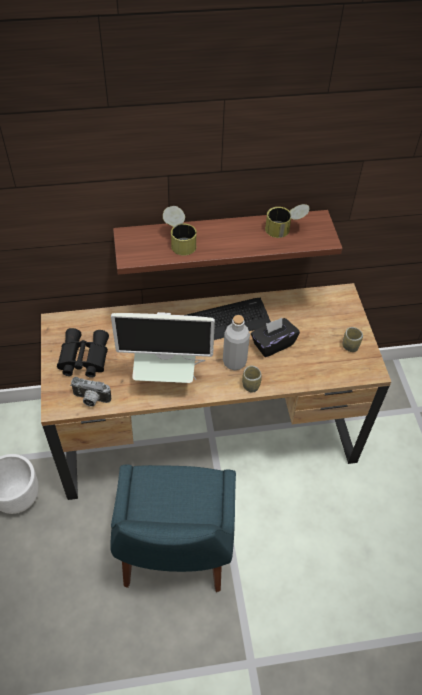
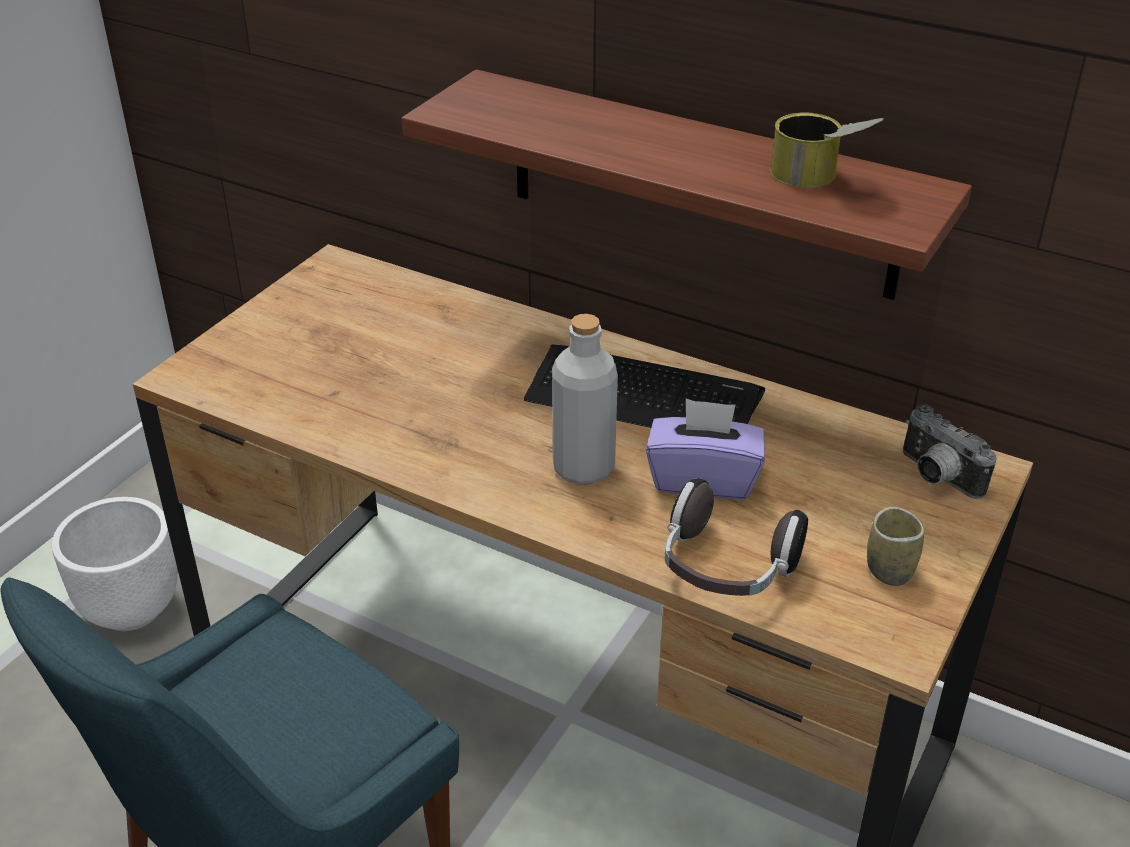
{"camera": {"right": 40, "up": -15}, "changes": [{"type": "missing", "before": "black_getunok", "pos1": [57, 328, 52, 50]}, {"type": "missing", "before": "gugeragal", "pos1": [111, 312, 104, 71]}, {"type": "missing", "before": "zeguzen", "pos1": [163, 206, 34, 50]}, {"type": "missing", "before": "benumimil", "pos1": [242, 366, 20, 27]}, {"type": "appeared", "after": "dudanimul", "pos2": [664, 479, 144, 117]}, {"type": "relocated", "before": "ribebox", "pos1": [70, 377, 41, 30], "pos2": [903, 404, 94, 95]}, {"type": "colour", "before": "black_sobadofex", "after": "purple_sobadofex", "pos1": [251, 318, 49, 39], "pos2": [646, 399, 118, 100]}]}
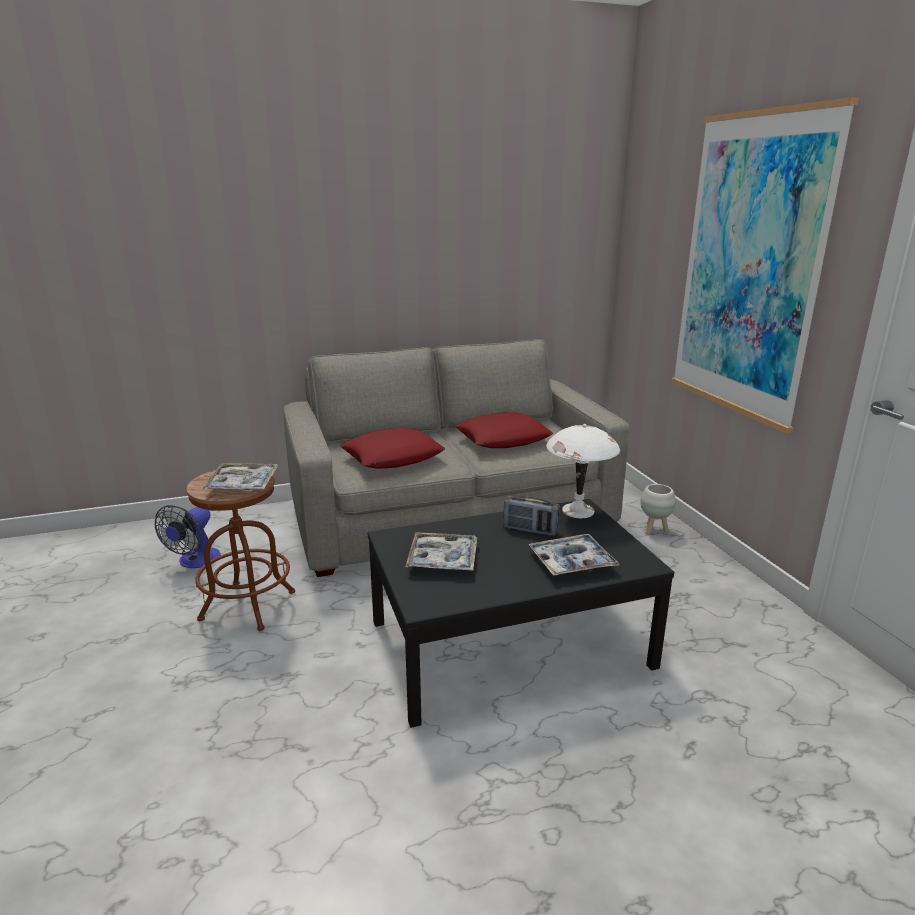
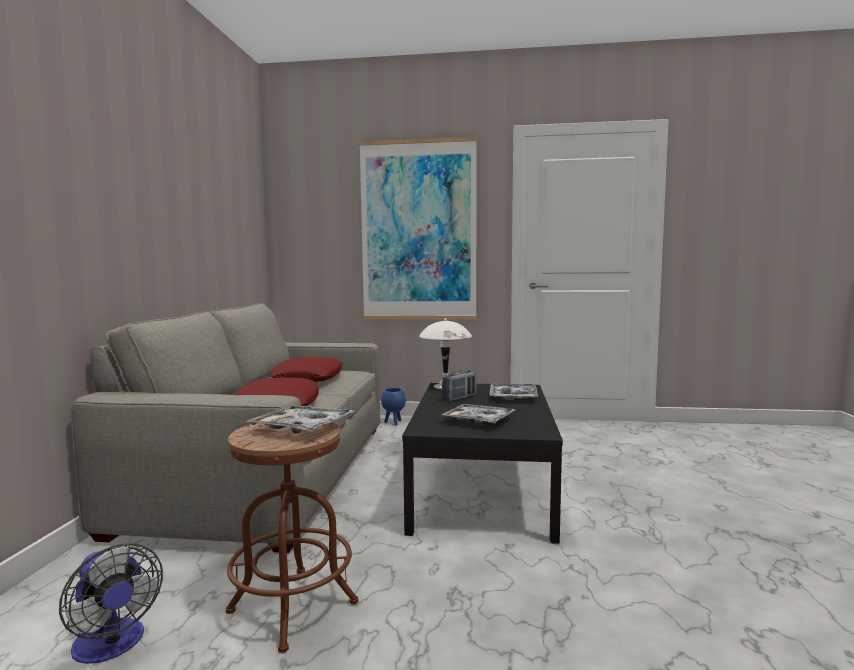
{"camera": {"right": -65, "up": -15}, "changes": [{"type": "colour", "before": "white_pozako", "after": "blue_pozako", "pos1": [641, 484, 35, 51], "pos2": [381, 388, 25, 37]}]}
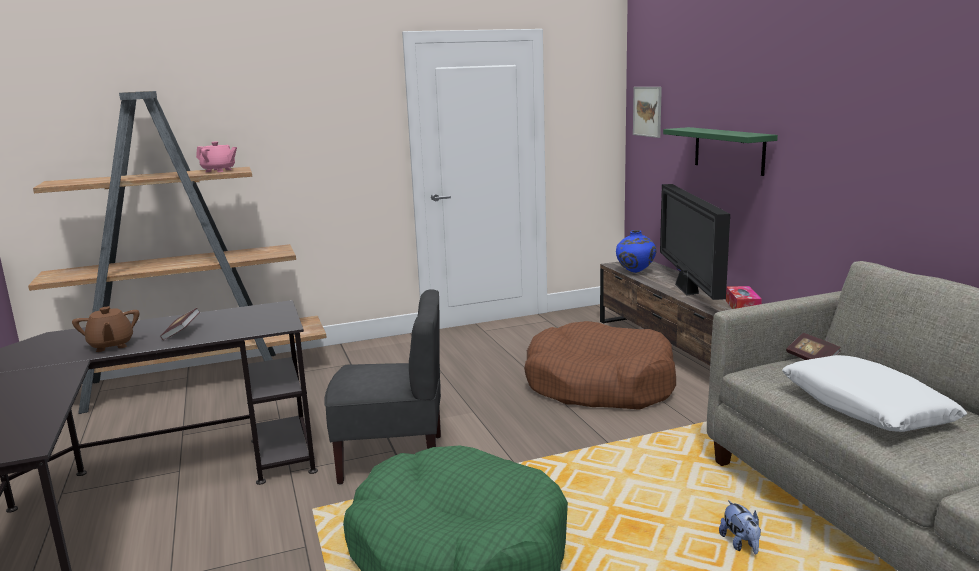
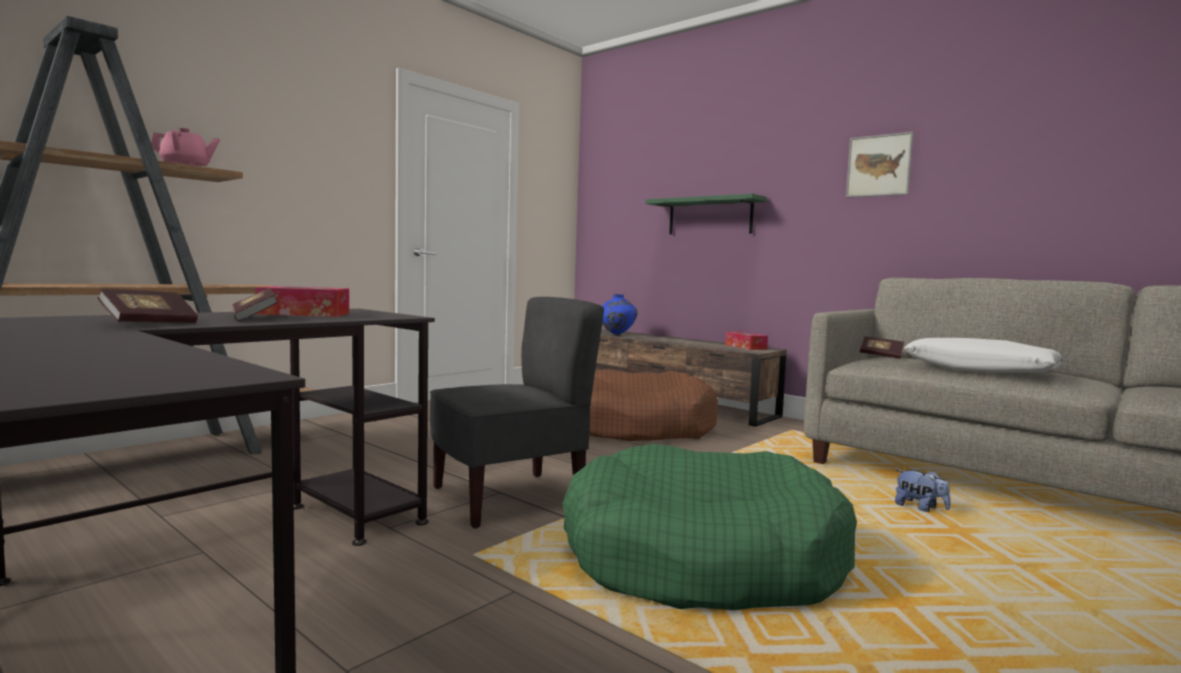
{"camera": {"right": -30, "up": -10}, "changes": [{"type": "missing", "before": "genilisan", "pos1": [660, 184, 70, 116]}, {"type": "appeared", "after": "sobadofex", "pos2": [255, 286, 94, 31]}, {"type": "relocated", "before": "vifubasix", "pos1": [633, 87, 29, 51], "pos2": [846, 132, 68, 65]}, {"type": "exchanged", "before": "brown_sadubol", "after": "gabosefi", "pos1": [72, 306, 67, 46], "pos2": [97, 289, 101, 34]}]}
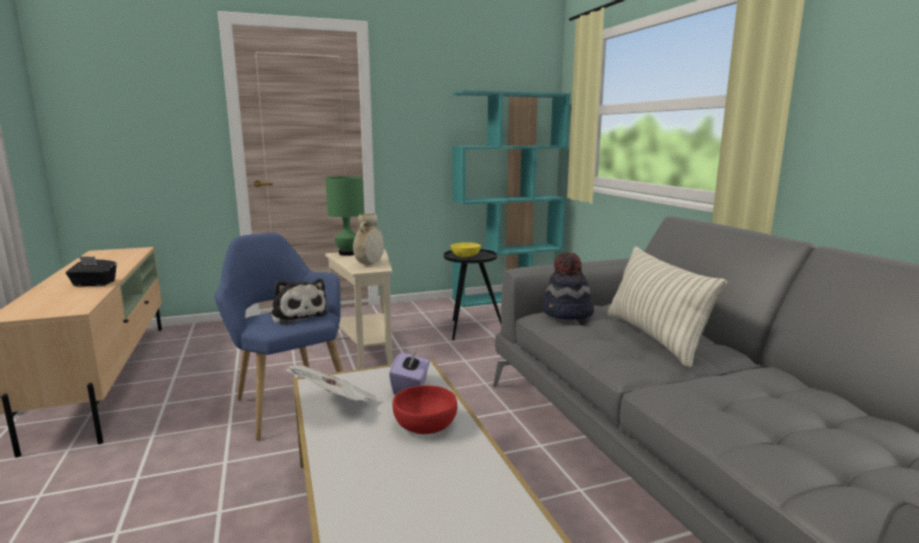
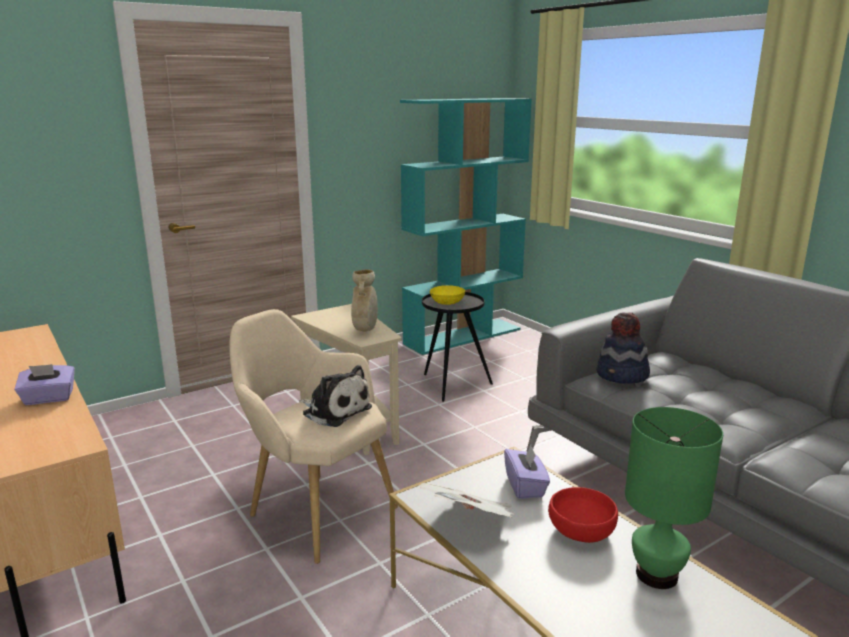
{"camera": {"right": -15, "up": 5}, "changes": [{"type": "missing", "before": "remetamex", "pos1": [607, 246, 120, 122]}, {"type": "relocated", "before": "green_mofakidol", "pos1": [326, 176, 38, 80], "pos2": [625, 407, 98, 182]}, {"type": "colour", "before": "black_sobadofex", "after": "purple_sobadofex", "pos1": [66, 256, 51, 30], "pos2": [15, 364, 60, 41]}, {"type": "colour", "before": "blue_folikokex", "after": "beige_folikokex", "pos1": [215, 233, 128, 207], "pos2": [230, 309, 168, 255]}]}
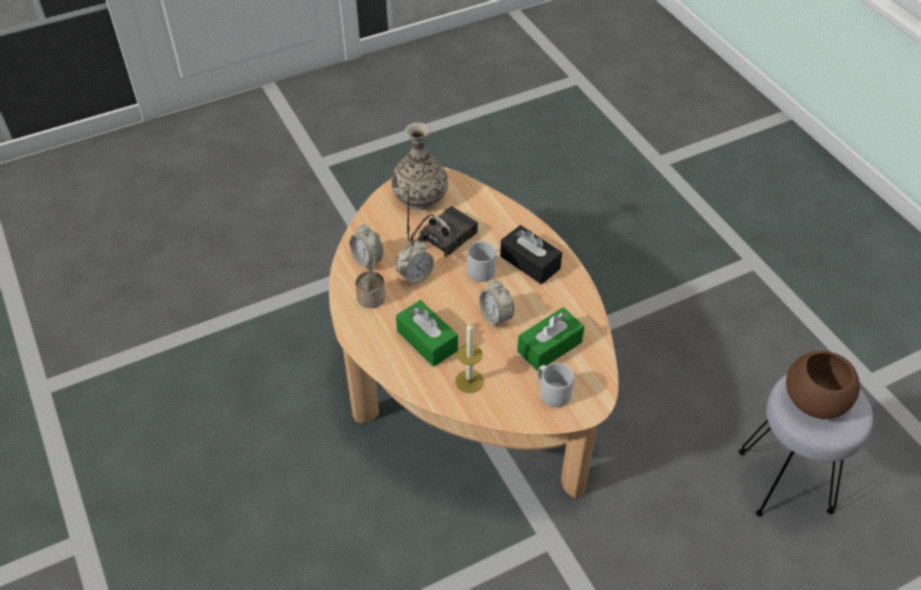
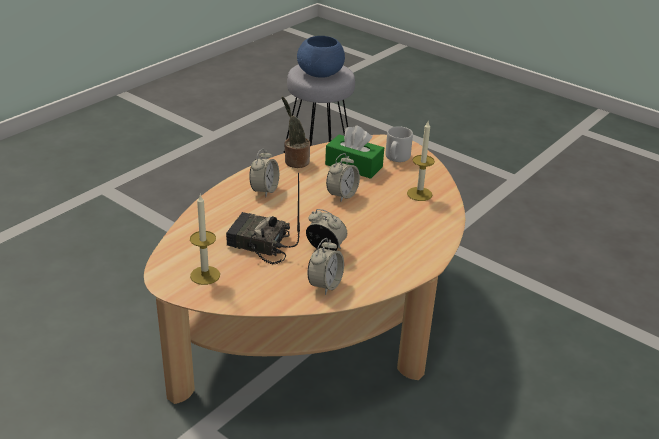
{"camera": {"right": -115, "up": -15}, "changes": [{"type": "missing", "before": "green_sobadofex", "pos1": [396, 300, 62, 67]}, {"type": "missing", "before": "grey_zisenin", "pos1": [467, 241, 29, 41]}, {"type": "relocated", "before": "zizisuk", "pos1": [355, 233, 30, 75], "pos2": [282, 97, 28, 71]}, {"type": "exchanged", "before": "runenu", "after": "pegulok", "pos1": [391, 122, 57, 88], "pos2": [190, 195, 30, 90]}, {"type": "exchanged", "before": "black_sobadofex", "after": "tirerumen", "pos1": [500, 225, 62, 59], "pos2": [249, 149, 30, 48]}, {"type": "colour", "before": "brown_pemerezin", "after": "blue_pemerezin", "pos1": [786, 351, 74, 68], "pos2": [297, 36, 48, 42]}]}
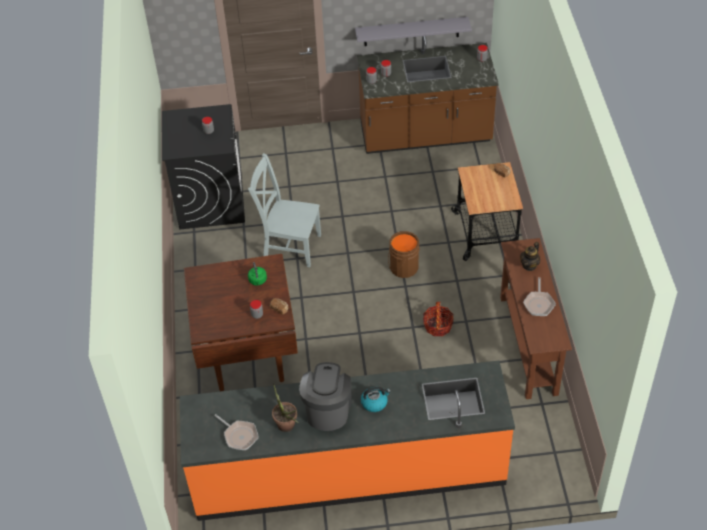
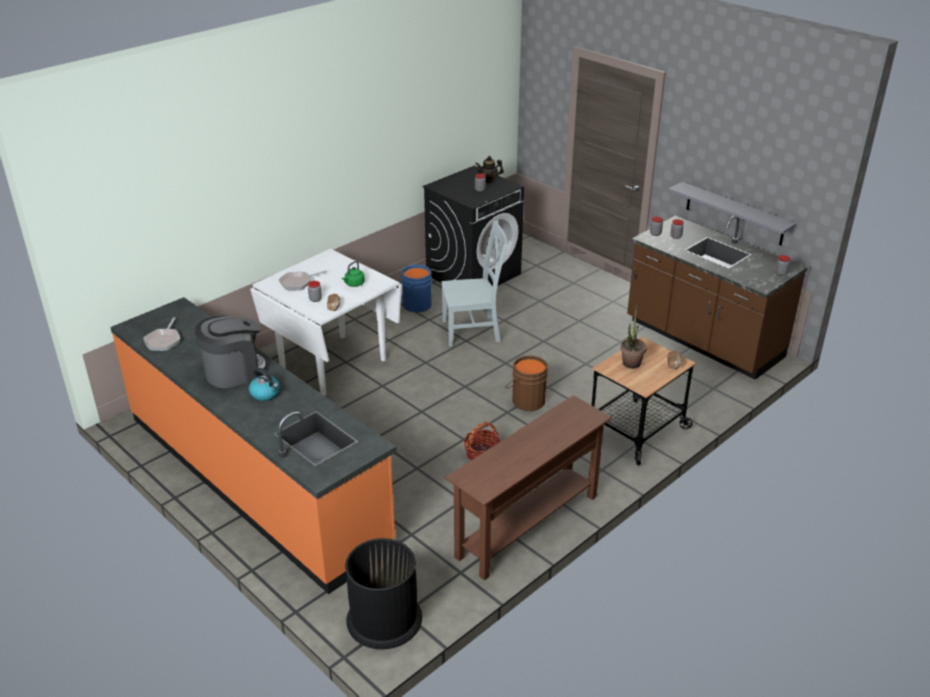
{"camera": {"right": 50, "up": -15}, "changes": [{"type": "appeared", "after": "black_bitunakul", "pos2": [345, 538, 77, 111]}, {"type": "appeared", "after": "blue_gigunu", "pos2": [401, 265, 31, 48]}, {"type": "relocated", "before": "zizisuk", "pos1": [272, 384, 27, 48], "pos2": [620, 304, 27, 65]}, {"type": "relocated", "before": "sadubol", "pos1": [520, 242, 20, 29], "pos2": [475, 156, 29, 27]}, {"type": "relocated", "before": "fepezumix", "pos1": [523, 277, 33, 39], "pos2": [278, 270, 49, 20]}, {"type": "colour", "before": "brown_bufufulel", "after": "white_bufufulel", "pos1": [184, 254, 114, 137], "pos2": [250, 249, 152, 147]}, {"type": "spun", "before": "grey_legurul", "pos1": [248, 153, 73, 114], "pos2": [441, 220, 68, 126], "turn": 105}]}
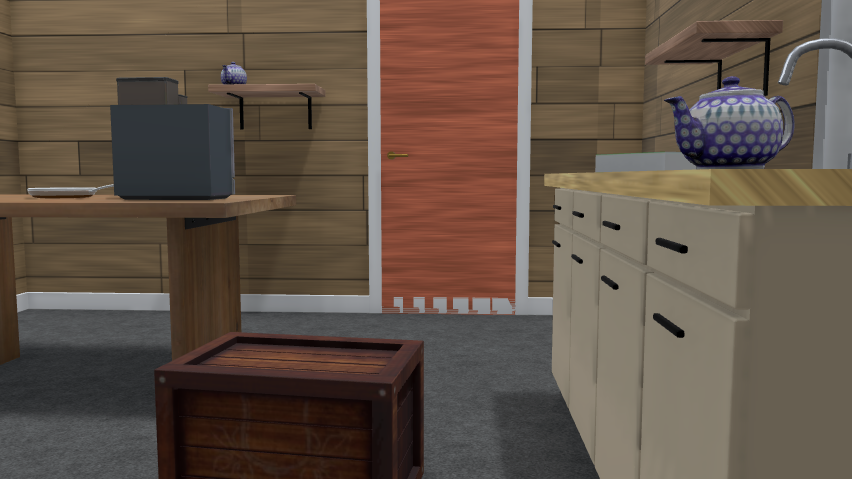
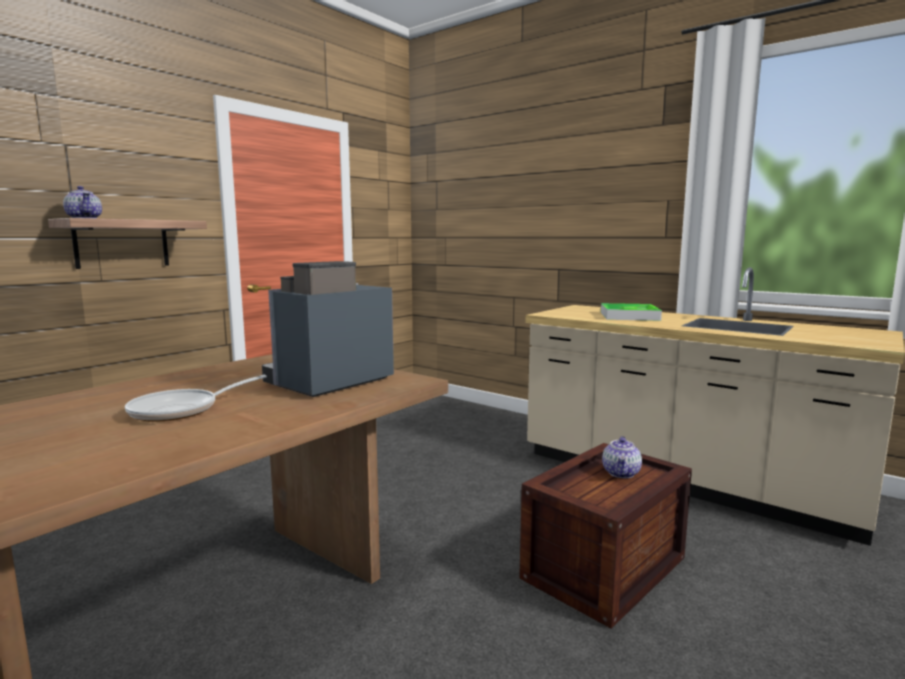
{"camera": {"right": -55, "up": 5}, "changes": [{"type": "missing", "before": "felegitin", "pos1": [645, 20, 138, 76]}, {"type": "relocated", "before": "sadubol", "pos1": [664, 76, 130, 93], "pos2": [602, 436, 40, 42]}]}
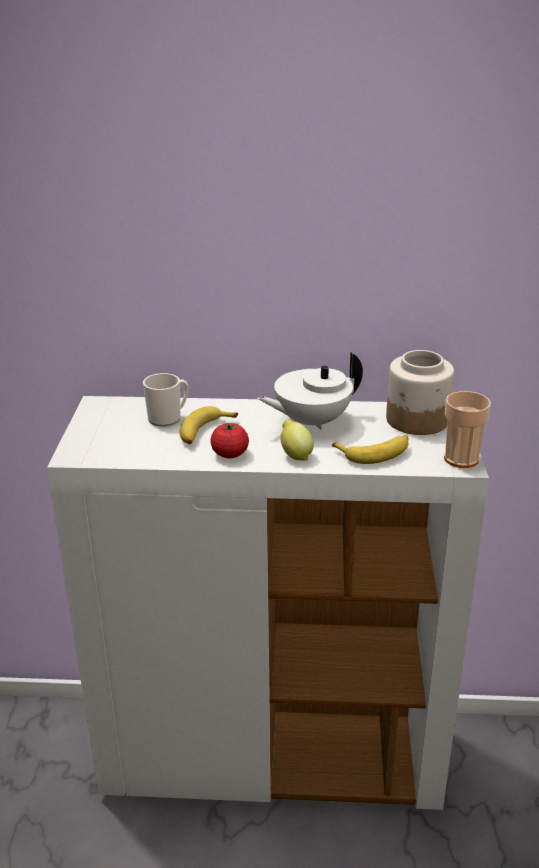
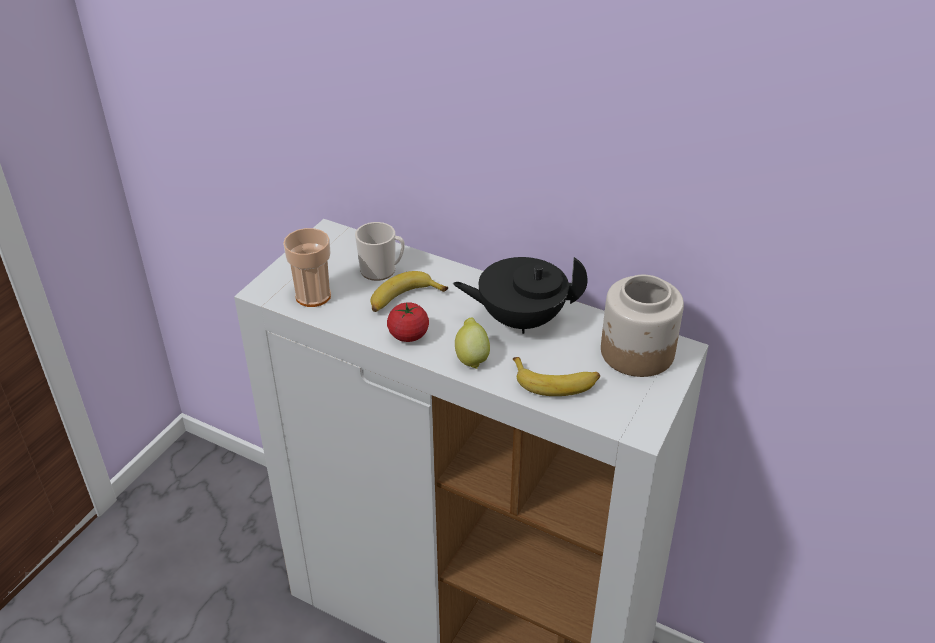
{"camera": {"right": 25, "up": 10}, "changes": [{"type": "relocated", "before": "benumimil", "pos1": [444, 391, 47, 77], "pos2": [283, 228, 48, 79]}, {"type": "colour", "before": "white_sadubol", "after": "black_sadubol", "pos1": [257, 352, 106, 78], "pos2": [453, 257, 135, 77]}]}
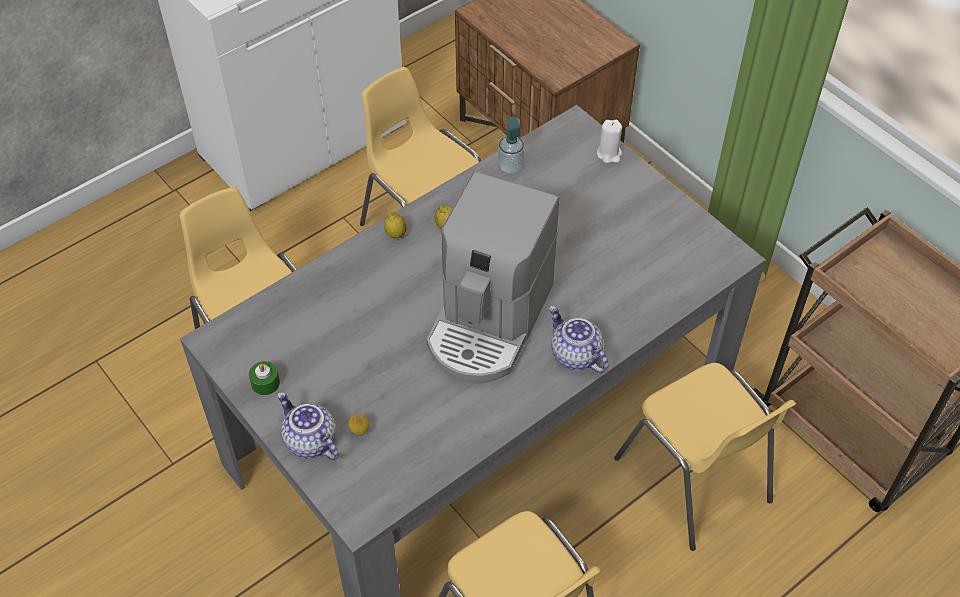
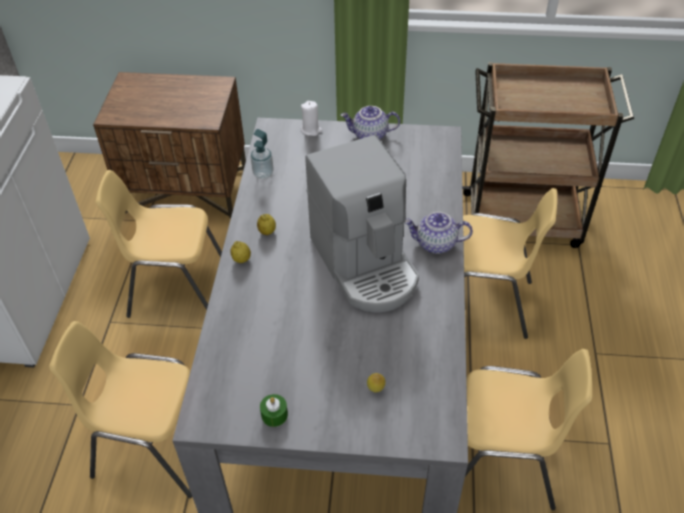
{"camera": {"right": -45, "up": -5}, "changes": [{"type": "relocated", "before": "sadubol", "pos1": [277, 392, 62, 68], "pos2": [341, 106, 59, 33]}]}
